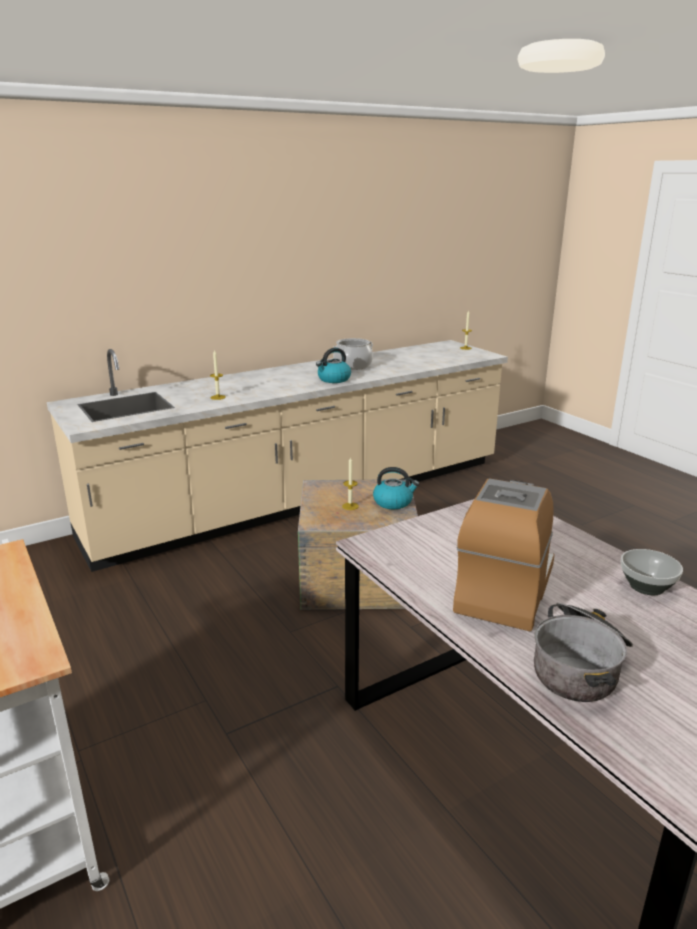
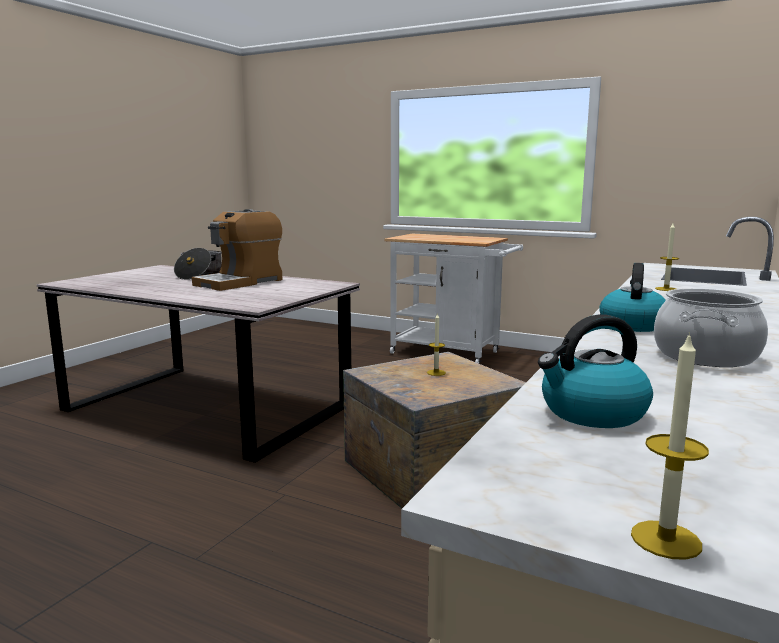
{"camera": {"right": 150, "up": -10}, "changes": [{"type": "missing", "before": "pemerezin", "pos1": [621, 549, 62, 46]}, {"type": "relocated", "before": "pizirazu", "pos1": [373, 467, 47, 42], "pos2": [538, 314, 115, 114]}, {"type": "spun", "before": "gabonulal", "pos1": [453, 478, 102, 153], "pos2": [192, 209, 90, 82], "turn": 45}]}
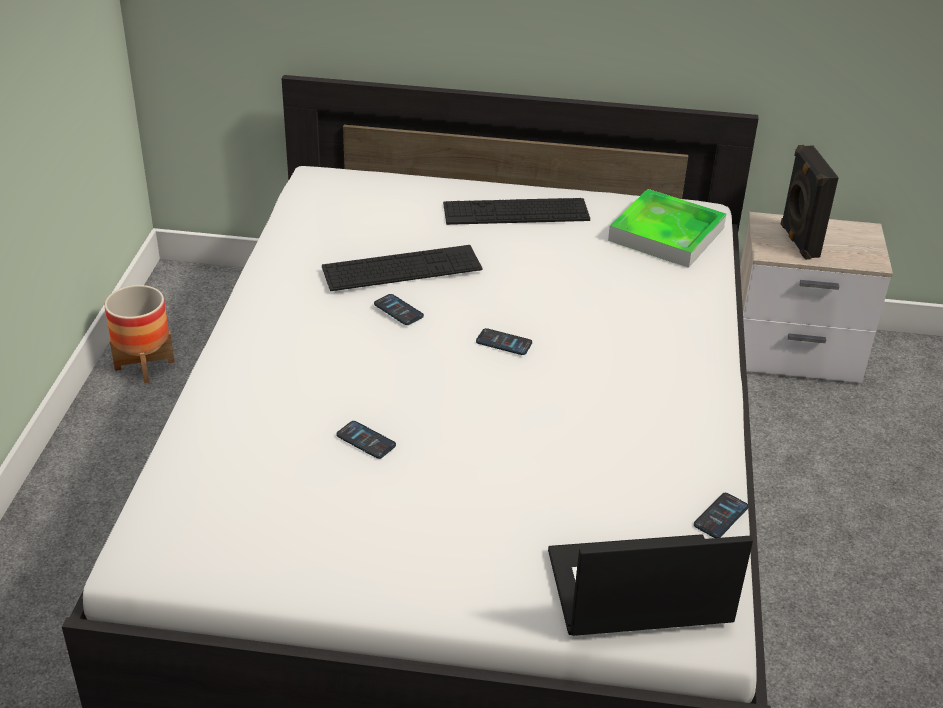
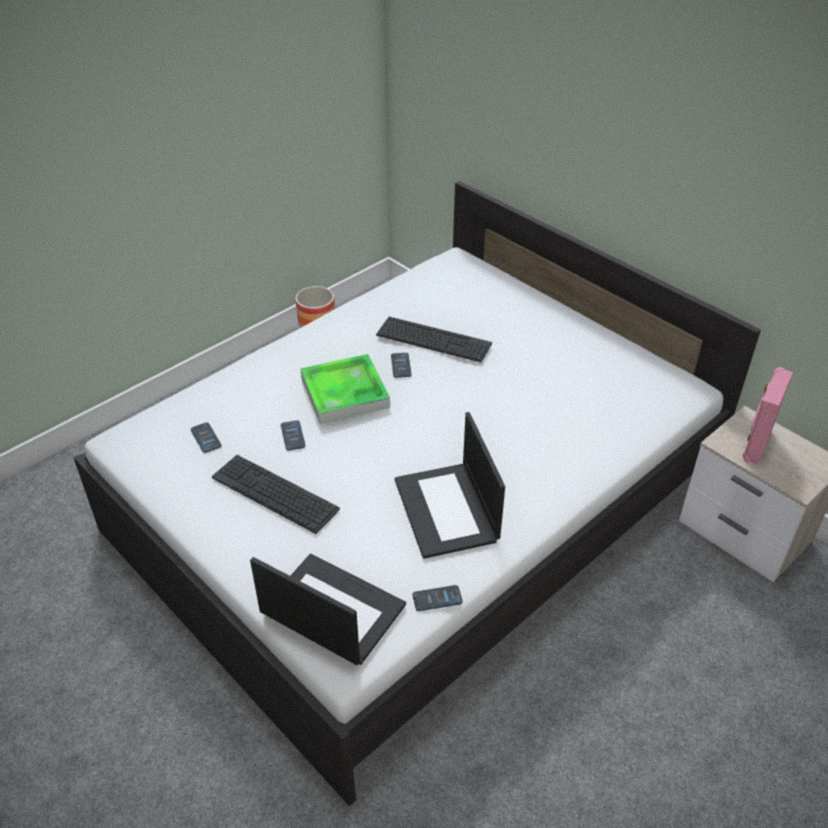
{"camera": {"right": 40, "up": 5}, "changes": [{"type": "appeared", "after": "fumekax", "pos2": [395, 412, 110, 147]}, {"type": "relocated", "before": "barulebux", "pos1": [443, 198, 147, 27], "pos2": [212, 455, 128, 79]}, {"type": "relocated", "before": "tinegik", "pos1": [476, 328, 56, 27], "pos2": [191, 422, 30, 31]}, {"type": "relocated", "before": "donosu", "pos1": [608, 189, 119, 79], "pos2": [301, 354, 89, 70]}, {"type": "colour", "before": "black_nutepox", "after": "pink_nutepox", "pos1": [781, 145, 58, 115], "pos2": [743, 367, 50, 98]}]}
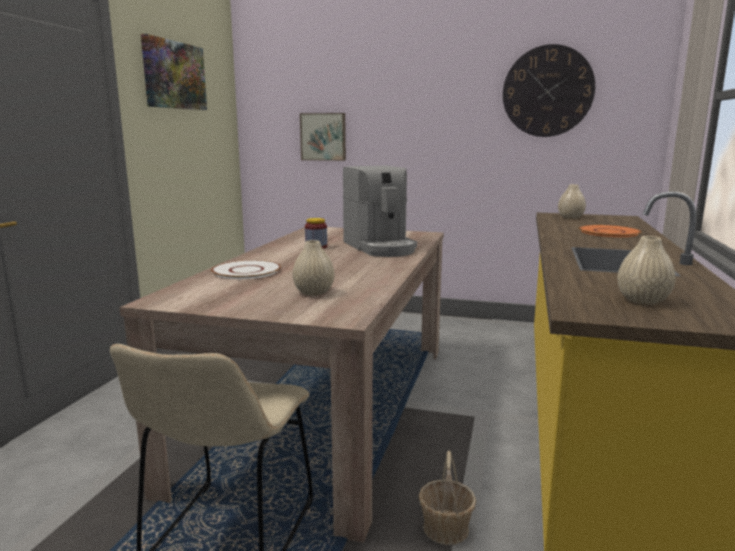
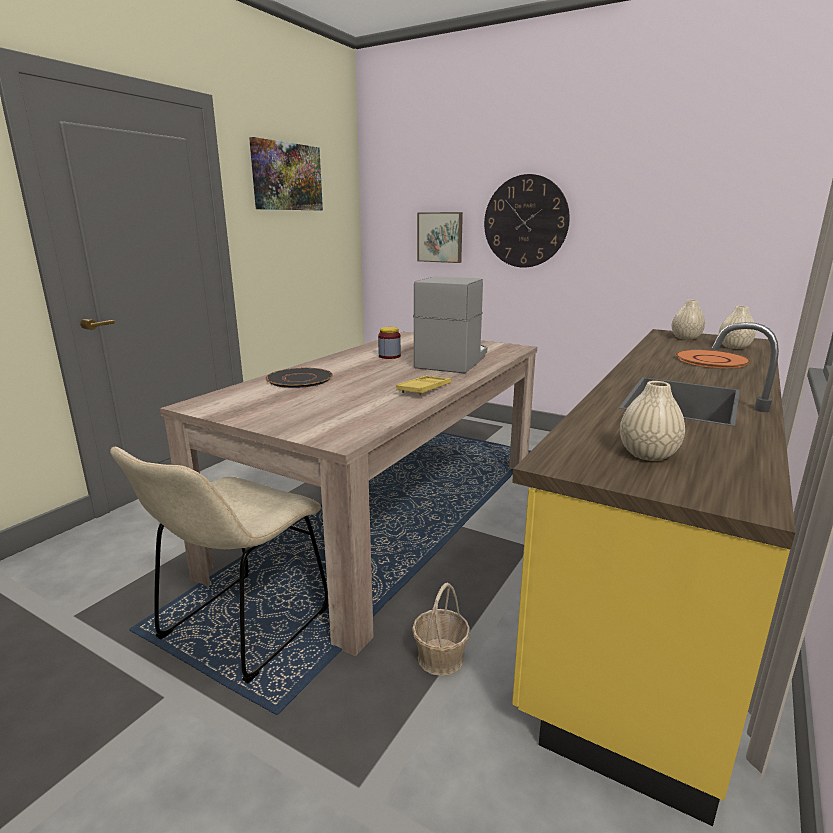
{"camera": {"right": 15, "up": 5}, "changes": [{"type": "appeared", "after": "yellow_donosu", "pos2": [396, 375, 55, 20]}, {"type": "relocated", "before": "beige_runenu", "pos1": [292, 240, 43, 56], "pos2": [719, 306, 37, 43]}, {"type": "relocated", "before": "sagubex", "pos1": [503, 44, 92, 93], "pos2": [484, 174, 86, 94]}, {"type": "colour", "before": "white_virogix", "after": "black_virogix", "pos1": [211, 260, 70, 19], "pos2": [265, 368, 68, 20]}, {"type": "spun", "before": "gabonulal", "pos1": [343, 165, 74, 92], "pos2": [413, 277, 74, 96], "turn": -150}]}
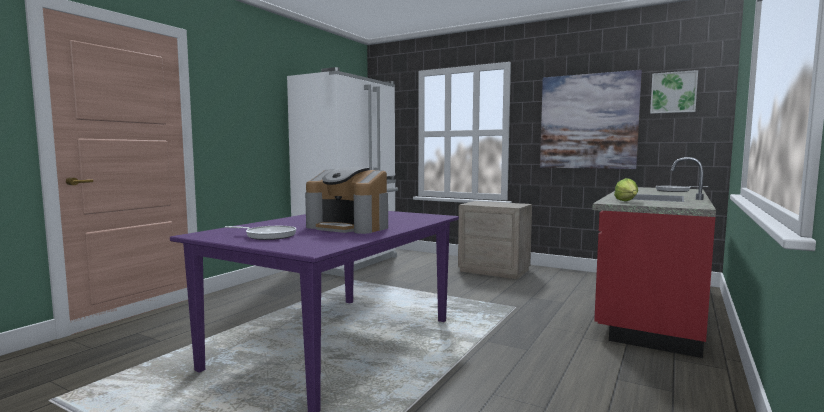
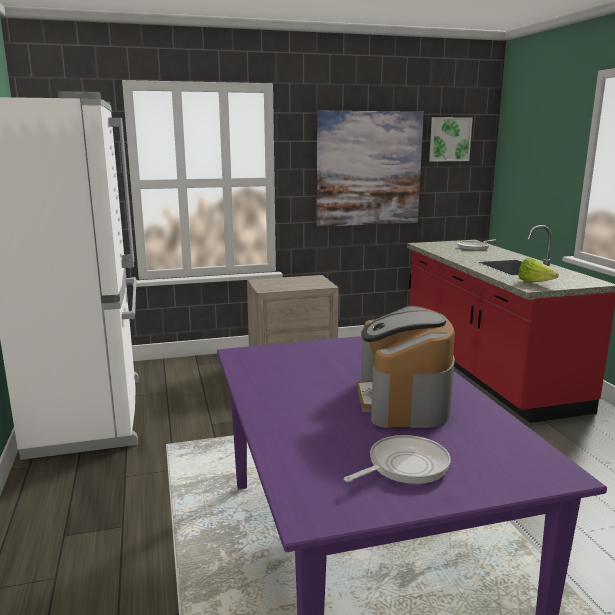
{"camera": {"right": -45, "up": 10}, "changes": [{"type": "spun", "before": "gabonulal", "pos1": [305, 167, 83, 67], "pos2": [357, 306, 98, 122], "turn": 105}]}
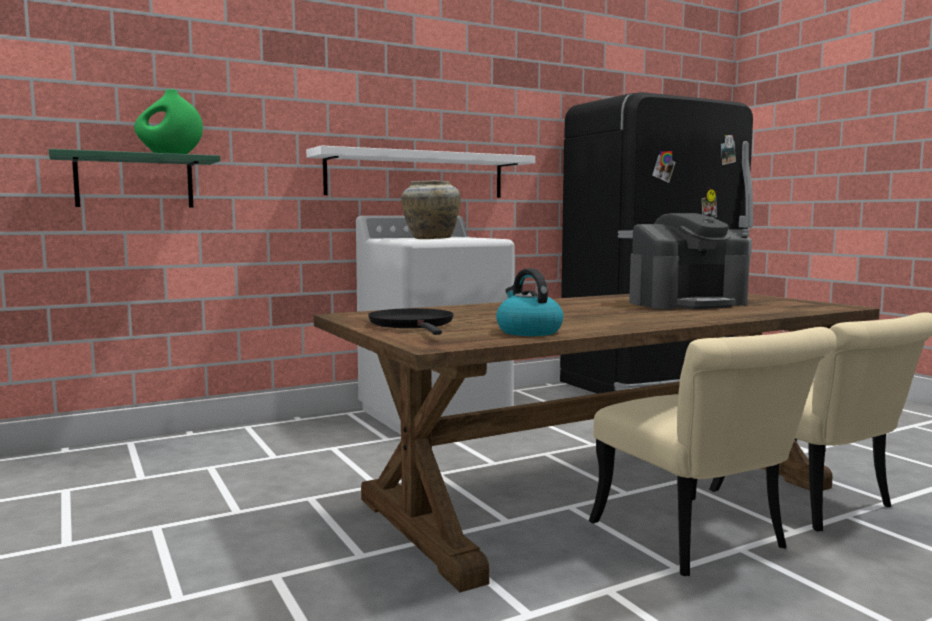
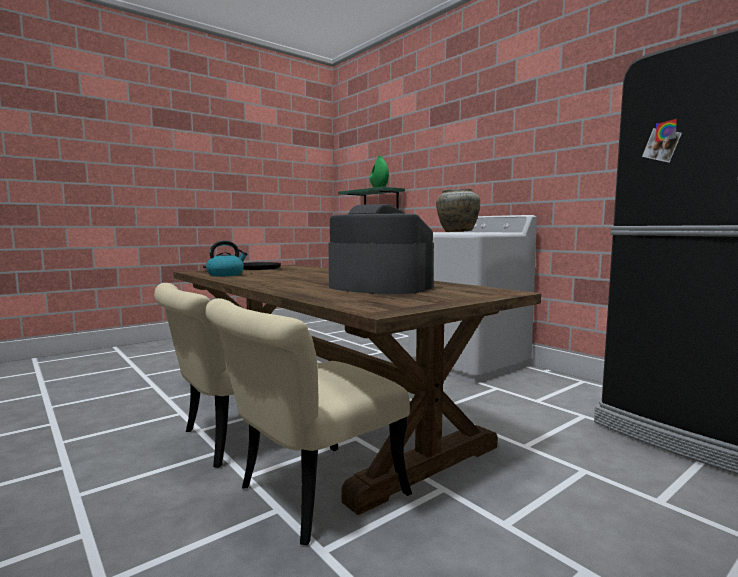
{"camera": {"right": 80, "up": 0}, "changes": [{"type": "missing", "before": "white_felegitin", "pos1": [306, 145, 229, 53]}, {"type": "spun", "before": "gabonulal", "pos1": [629, 213, 121, 96], "pos2": [328, 204, 106, 90], "turn": 150}]}
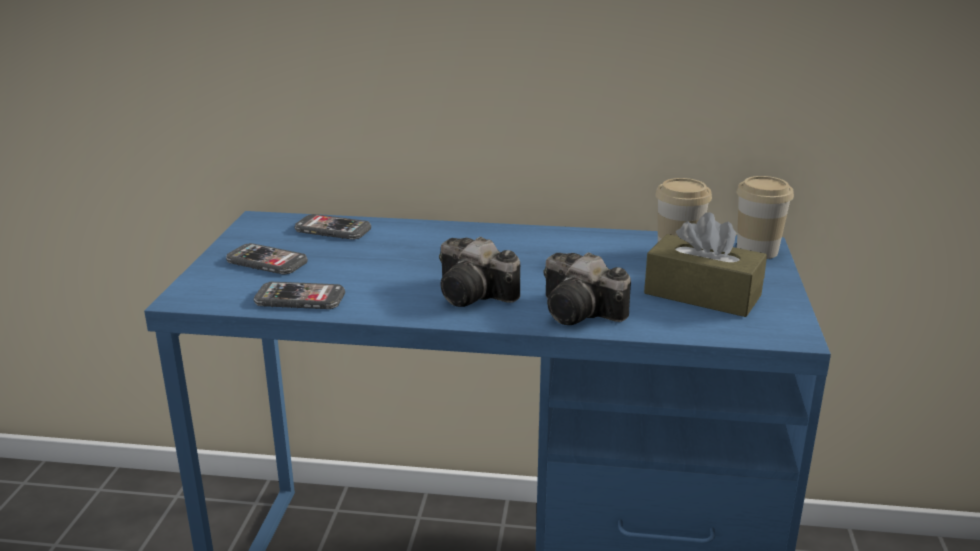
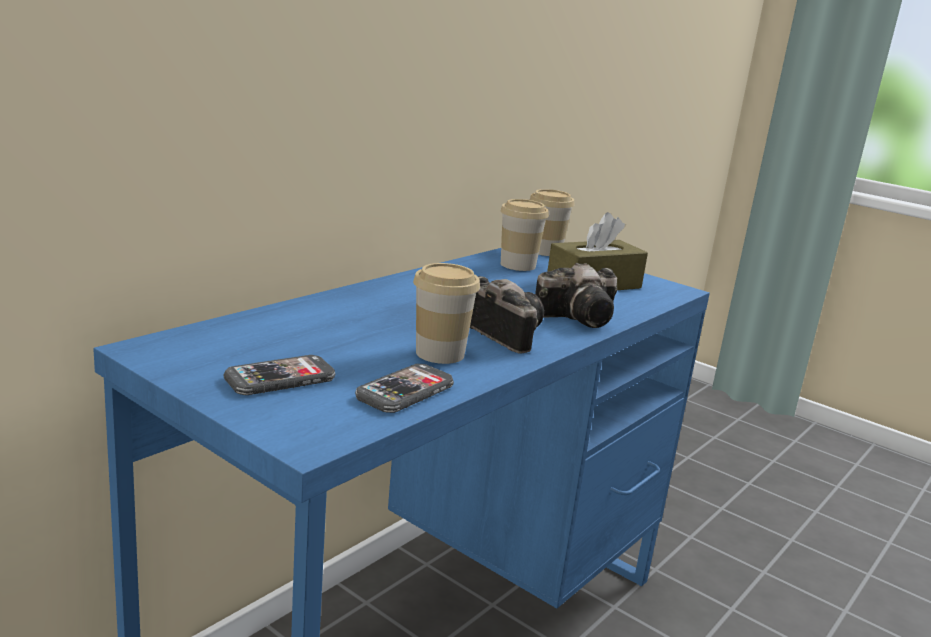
{"camera": {"right": -60, "up": -5}, "changes": [{"type": "missing", "before": "tinegik", "pos1": [295, 214, 76, 26]}, {"type": "appeared", "after": "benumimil", "pos2": [413, 263, 67, 101]}, {"type": "spun", "before": "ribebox", "pos1": [439, 237, 81, 70], "pos2": [470, 276, 74, 78], "turn": -105}]}
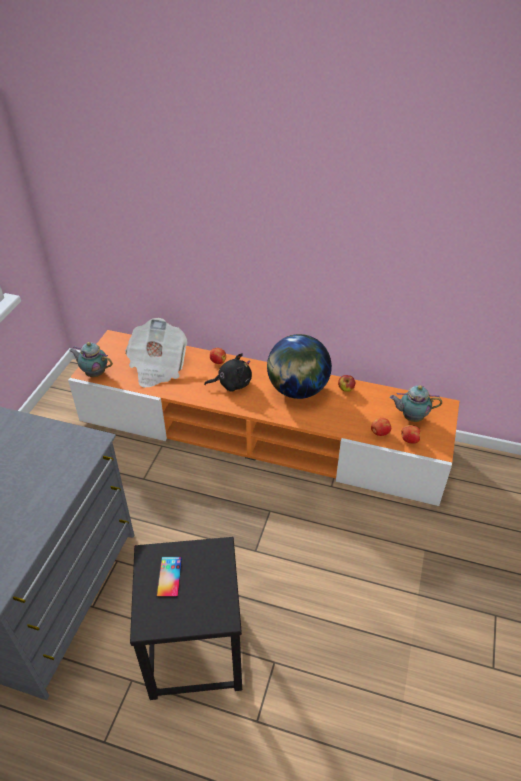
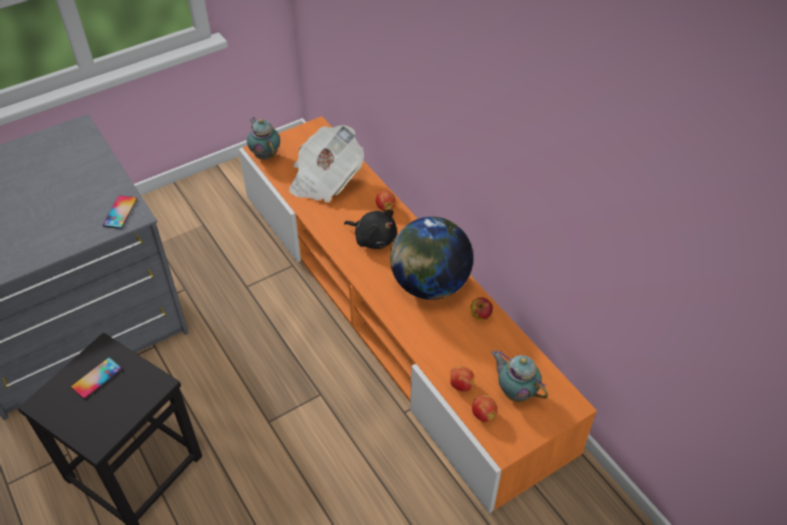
{"camera": {"right": 40, "up": 5}, "changes": [{"type": "appeared", "after": "tinegik", "pos2": [103, 195, 34, 34]}]}
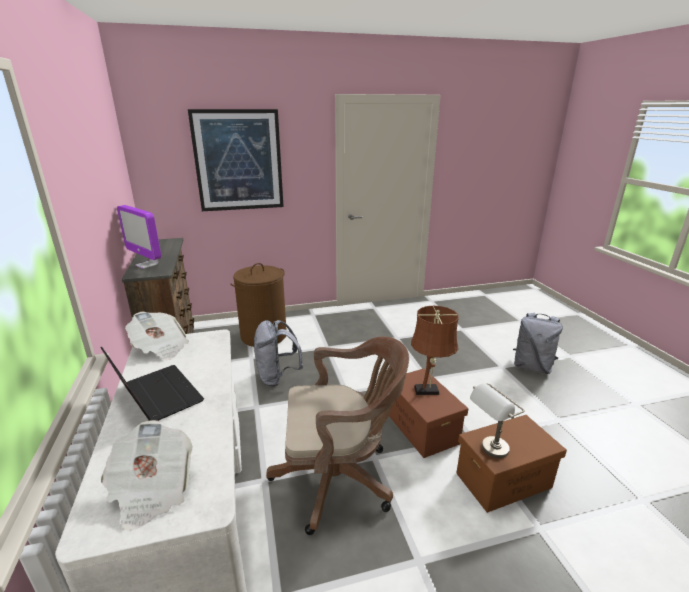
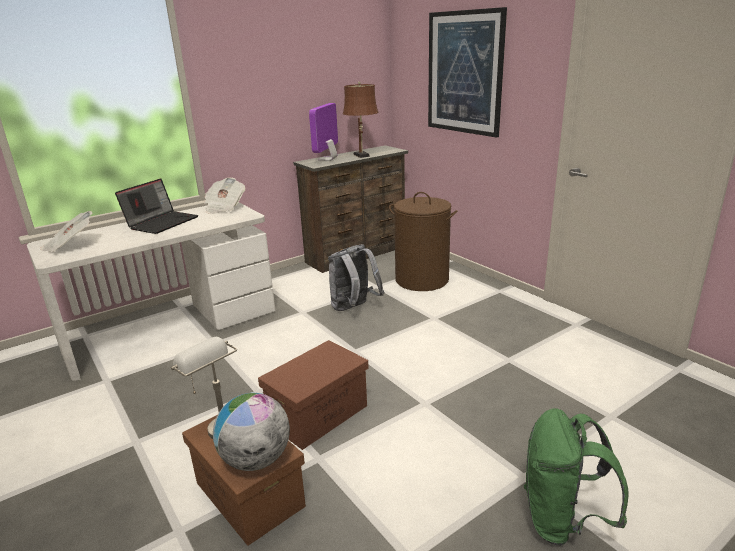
{"camera": {"right": 70, "up": 0}, "changes": [{"type": "missing", "before": "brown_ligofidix", "pos1": [266, 337, 143, 198]}, {"type": "appeared", "after": "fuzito", "pos2": [213, 393, 77, 78]}, {"type": "relocated", "before": "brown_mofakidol", "pos1": [411, 306, 48, 89], "pos2": [343, 82, 35, 76]}, {"type": "colour", "before": "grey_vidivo", "after": "green_vidivo", "pos1": [513, 313, 50, 61], "pos2": [524, 408, 104, 138]}]}
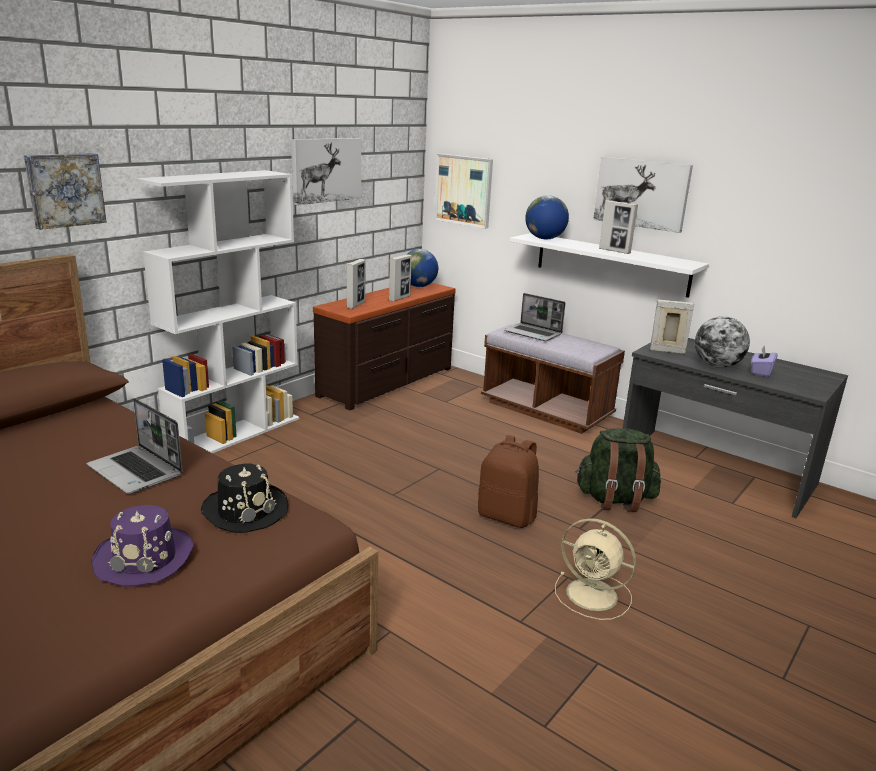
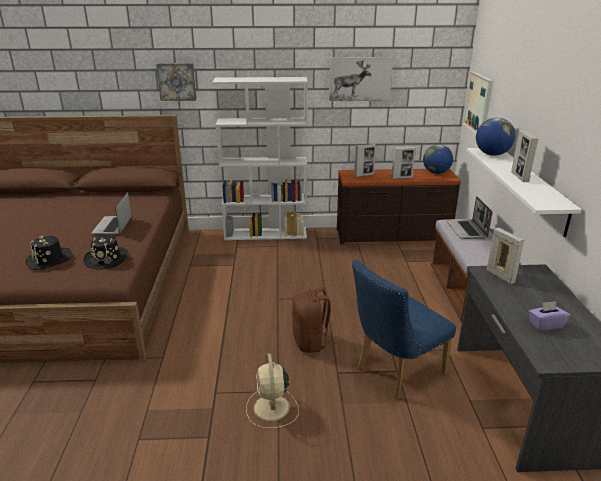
{"camera": {"right": 50, "up": 5}, "changes": [{"type": "missing", "before": "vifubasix", "pos1": [593, 157, 100, 76]}, {"type": "missing", "before": "fuzito", "pos1": [695, 316, 55, 52]}, {"type": "exchanged", "before": "green_vidivo", "after": "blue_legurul", "pos1": [576, 428, 85, 84], "pos2": [352, 260, 104, 139]}, {"type": "colour", "before": "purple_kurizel", "after": "black_kurizel", "pos1": [91, 505, 103, 81], "pos2": [26, 236, 47, 34]}]}
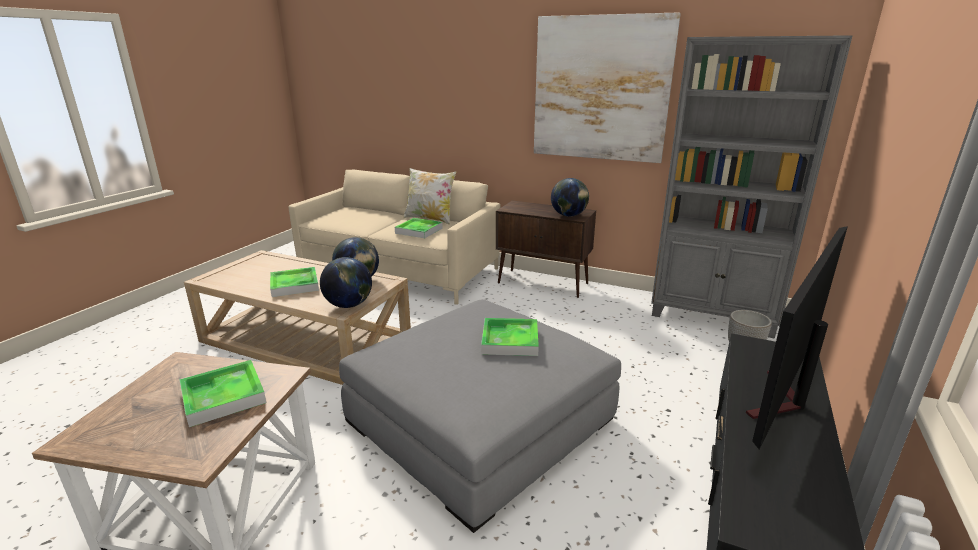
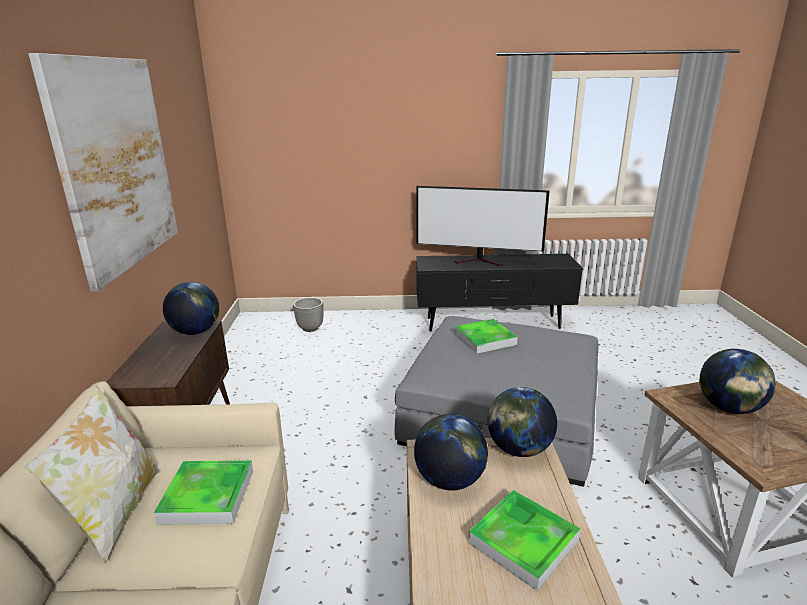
{"camera": {"right": -115, "up": 0}, "changes": [{"type": "missing", "before": "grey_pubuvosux", "pos1": [651, 35, 202, 303]}, {"type": "exchanged", "before": "donosu", "after": "fuzito", "pos1": [180, 360, 86, 67], "pos2": [699, 349, 76, 65]}]}
